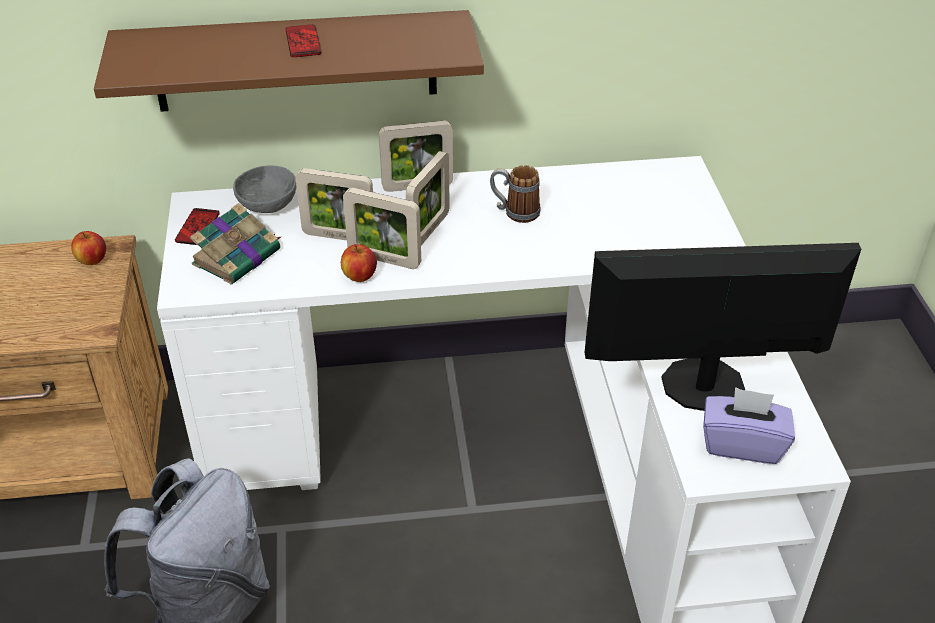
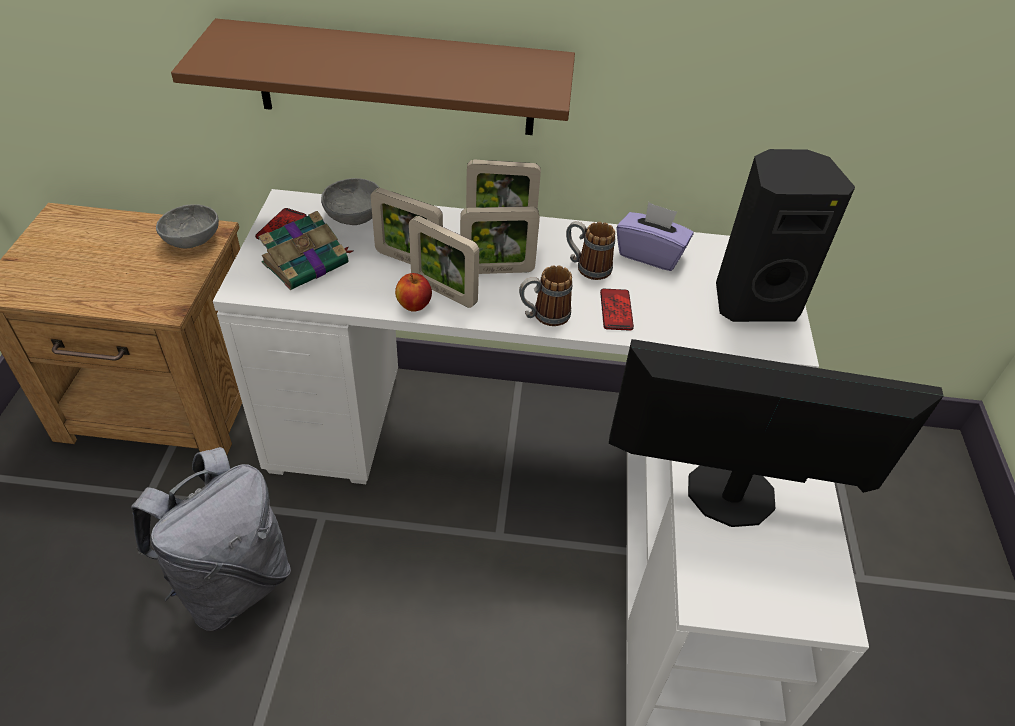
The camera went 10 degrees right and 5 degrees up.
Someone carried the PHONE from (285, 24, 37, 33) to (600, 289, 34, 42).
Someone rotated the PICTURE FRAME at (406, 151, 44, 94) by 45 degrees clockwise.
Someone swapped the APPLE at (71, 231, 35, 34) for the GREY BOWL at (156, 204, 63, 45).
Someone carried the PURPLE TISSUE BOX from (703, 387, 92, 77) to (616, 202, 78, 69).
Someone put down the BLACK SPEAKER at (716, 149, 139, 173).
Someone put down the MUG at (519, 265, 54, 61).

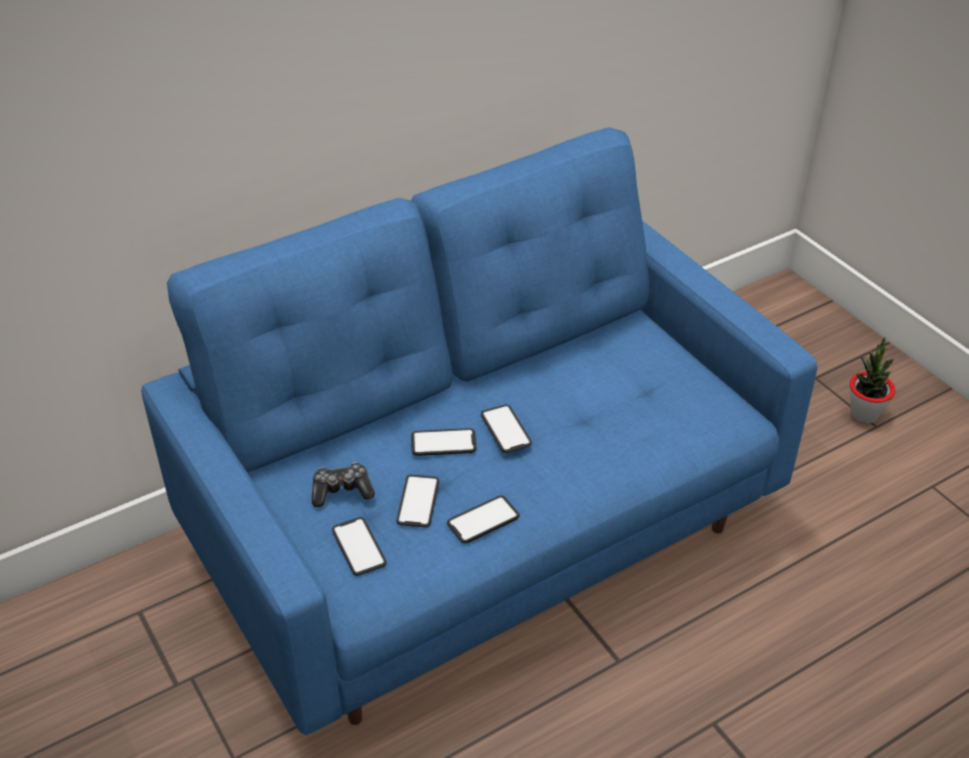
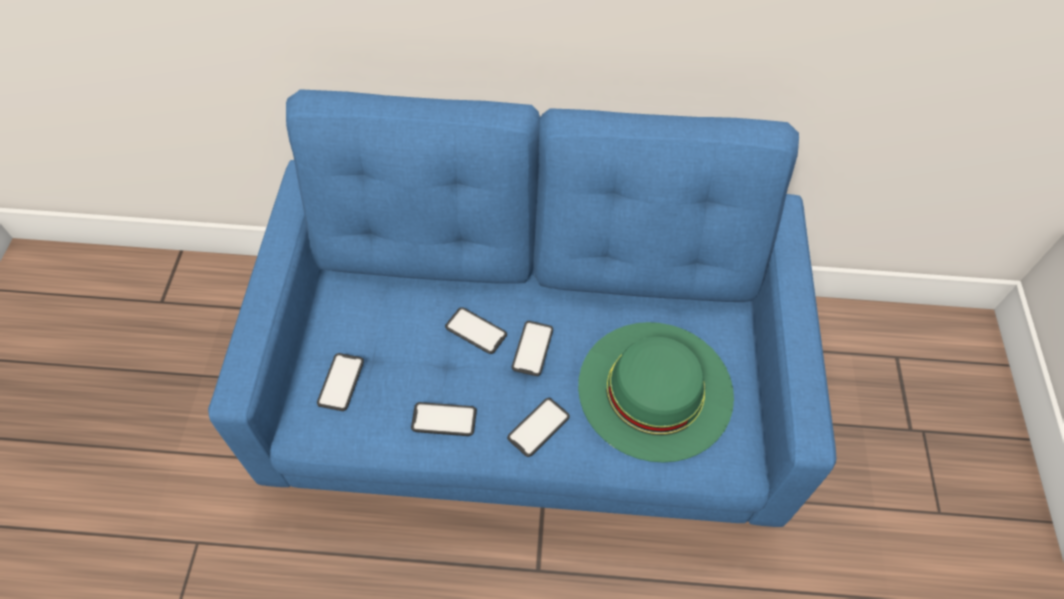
The camera went 35 degrees right and 15 degrees up.
Someone took away the POTTED PLANT at (850, 337, 45, 86).
Someone took away the GAME CONTROLLER at (312, 462, 63, 45).
Someone carried the PHONE from (396, 474, 43, 54) to (507, 398, 63, 59).
Someone put down the GREEN HAT at (578, 322, 156, 140).

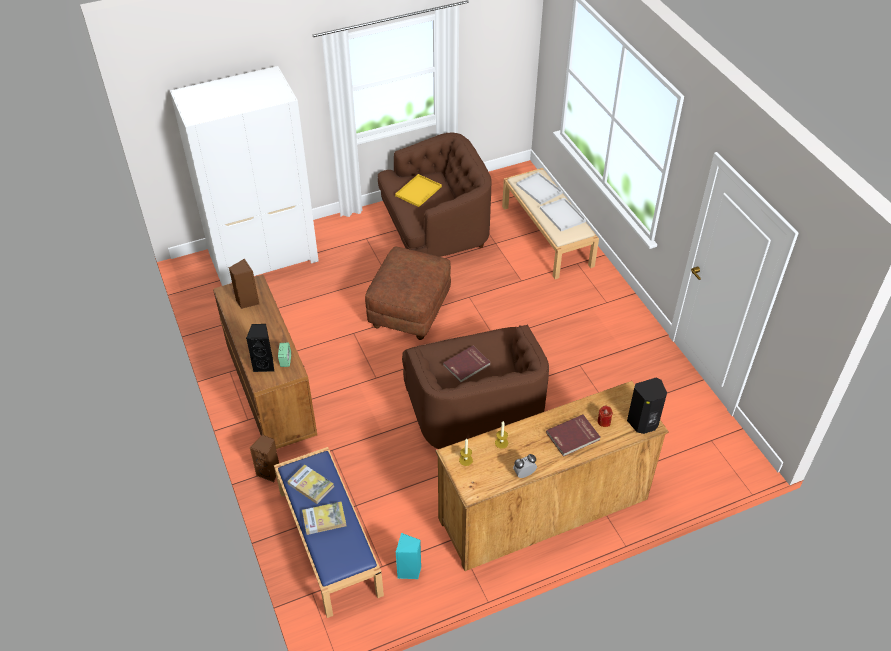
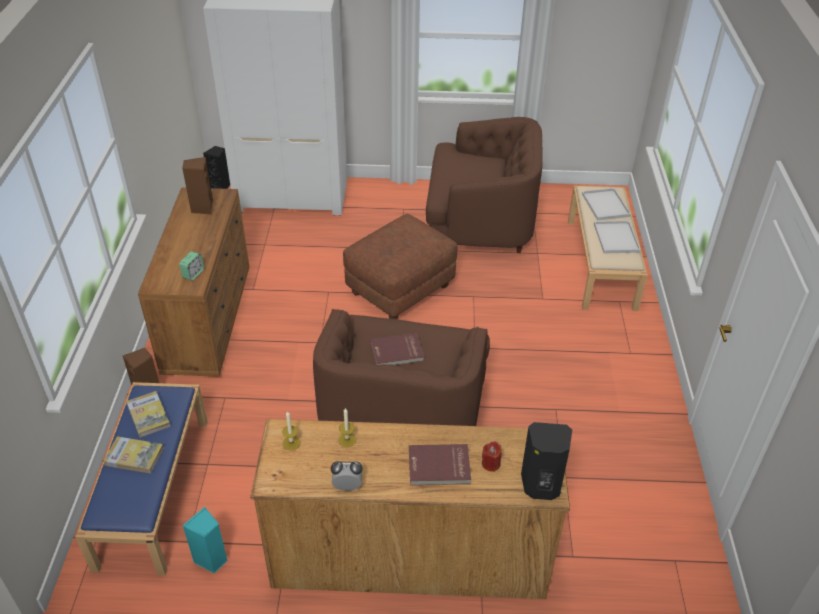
The camera went 25 degrees right and 5 degrees down.
Someone took away the YELLOW TRAY at (395, 174, 47, 33).
Someone carried the BLACK SPEAKER from (246, 324, 28, 48) to (203, 146, 27, 43).

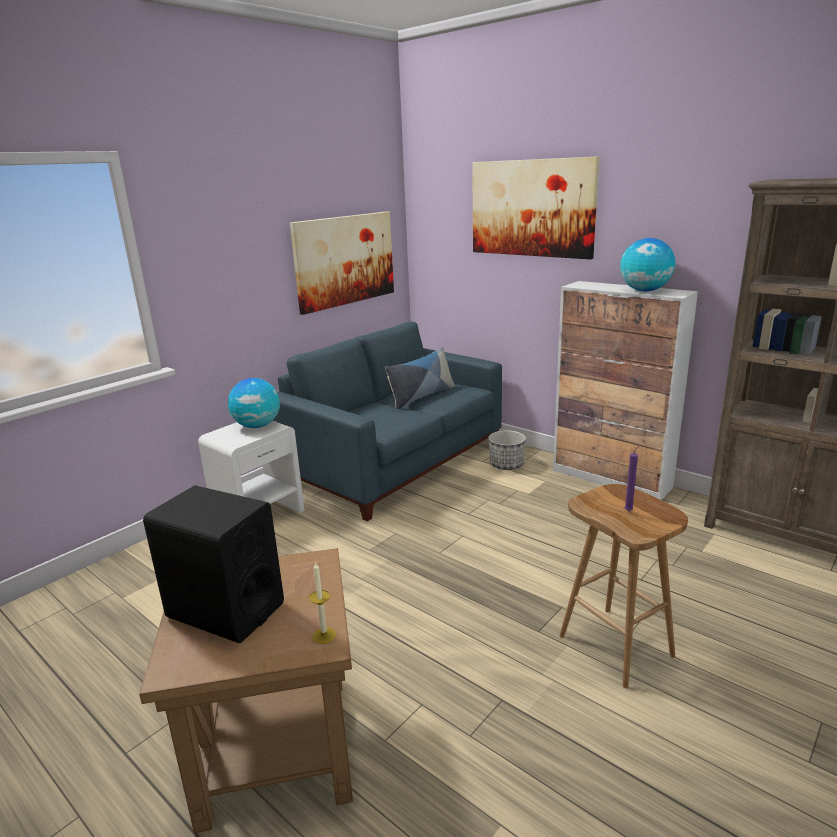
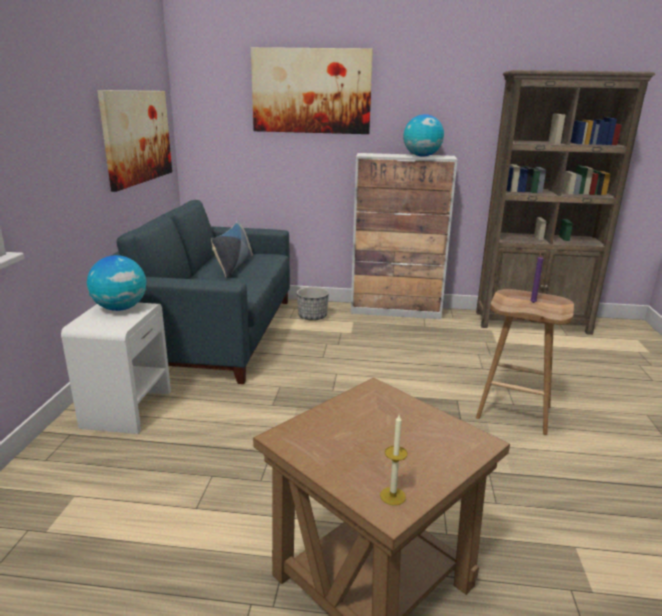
The camera went 35 degrees left and 0 degrees up.
Someone took away the BLACK SPEAKER at (143, 486, 141, 157).
Someone carried the CANDLE from (309, 563, 27, 81) to (380, 415, 28, 90).

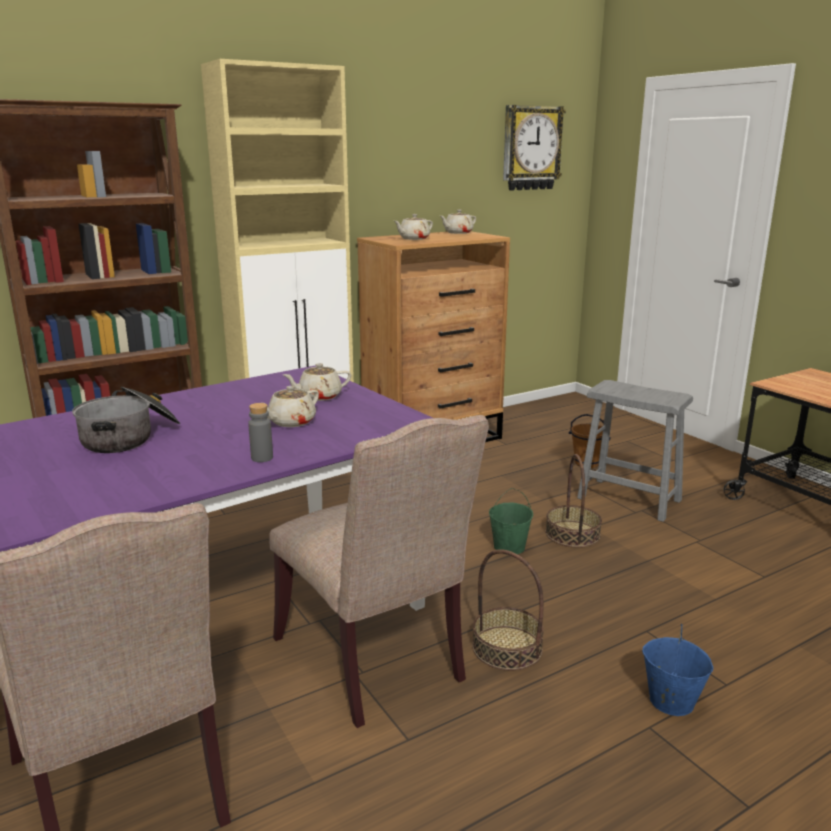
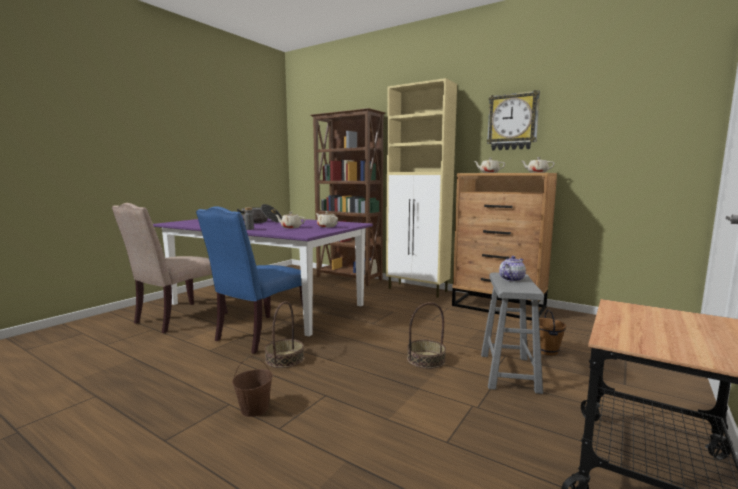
The camera went 65 degrees right and 10 degrees down.
Someone carried the WALL CLOCK from (503, 105, 63, 85) to (487, 90, 53, 60).
Someone repainted the BEIGE CHAIR at (269, 415, 220, 313), which became the BLUE CHAIR at (196, 206, 117, 148).
Someone took away the GREEN BUCKET at (489, 488, 44, 67).
Someone repainted the BLUE BUCKET at (642, 623, 71, 93), which became the BROWN BUCKET at (232, 356, 41, 61).
Someone put down the TEAPOT at (499, 256, 27, 26).

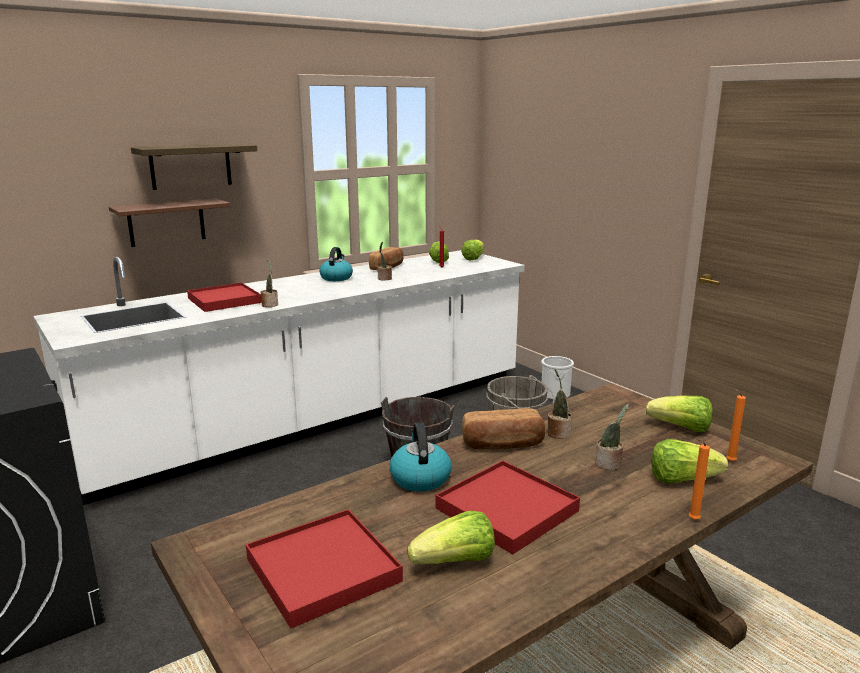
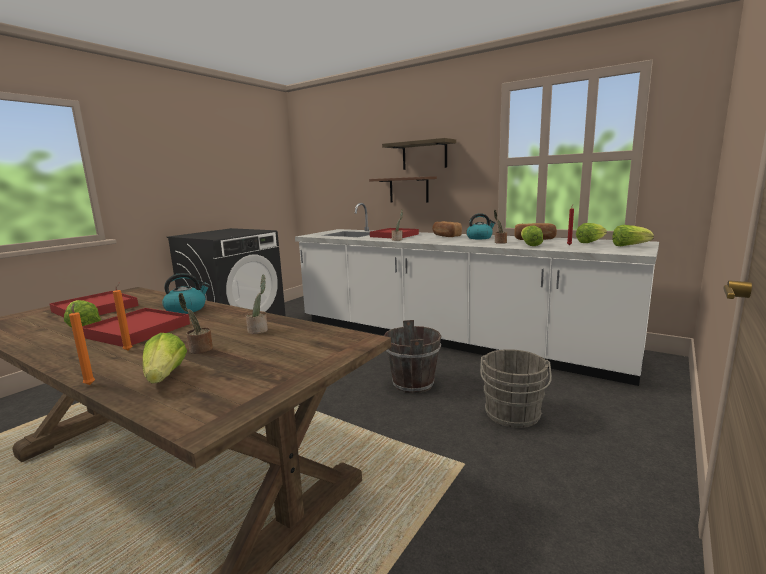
The camera went 70 degrees right and 5 degrees down.
Someone took away the BUCKET at (541, 356, 33, 44).
Someone carried the ORANGE CANDLE from (726, 388, 20, 74) to (113, 282, 20, 69).
Someone carried the LETTUCE from (646, 395, 67, 37) to (521, 225, 22, 21).
Someone carried the BREAD from (462, 408, 84, 42) to (432, 221, 30, 16).

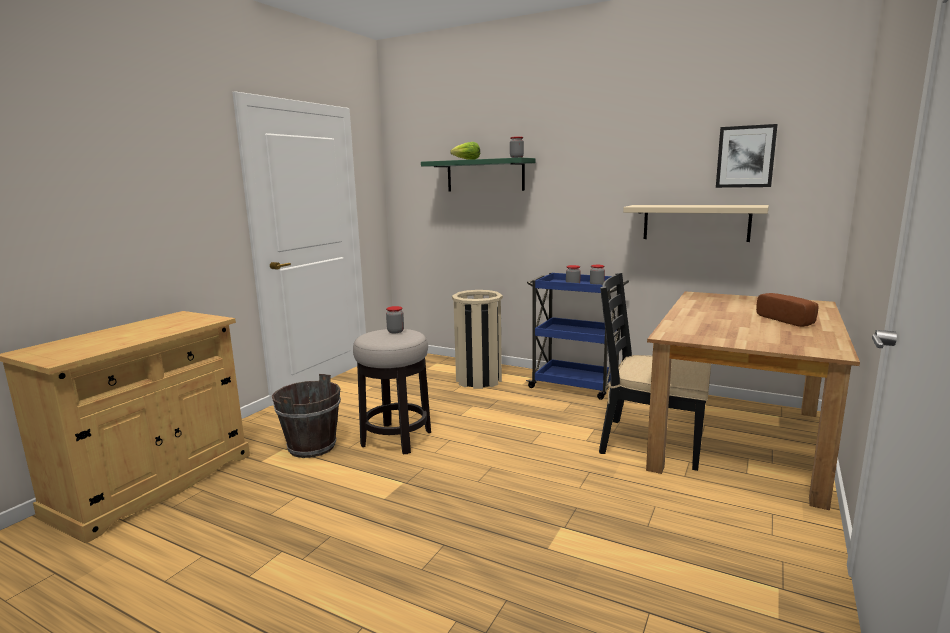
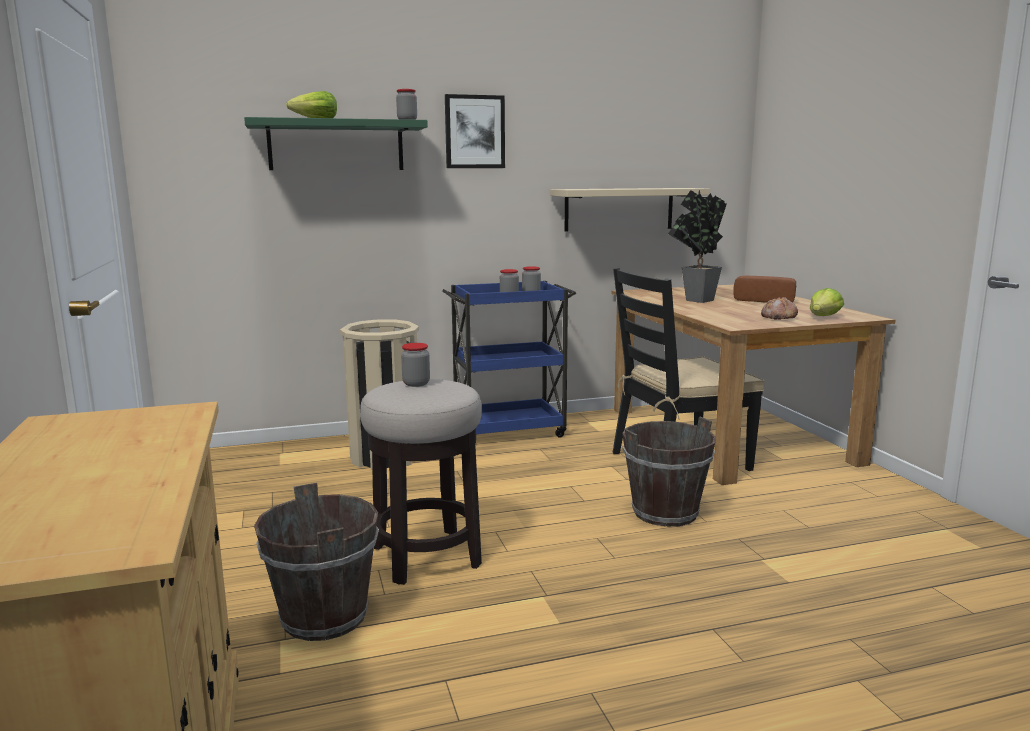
The camera went 45 degrees left and 0 degrees up.
Someone carried the PICTURE from (716, 124, 62, 64) to (445, 94, 60, 74).
Someone put down the POTTED PLANT at (668, 190, 59, 113).
Someone put down the LETTUCE at (810, 288, 34, 28).
Someone put down the BREAD at (761, 297, 37, 23).
Someone put down the BROWN BUCKET at (622, 416, 95, 111).

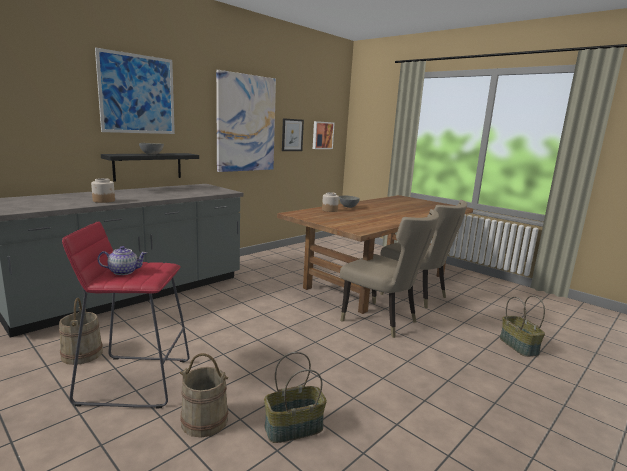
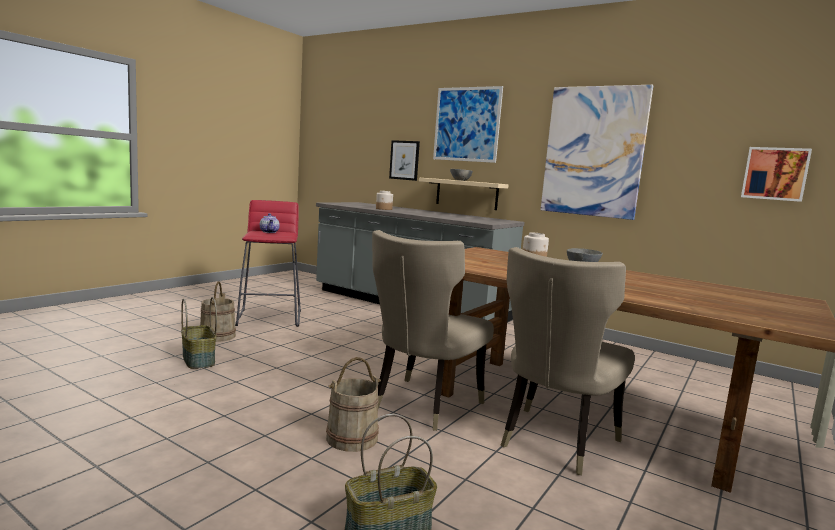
The camera went 80 degrees right and 5 degrees down.
Someone carried the PICTURE from (282, 118, 22, 33) to (389, 140, 31, 41).
Someone repainted the BLACK SHELF at (101, 153, 98, 29), which became the BEIGE SHELF at (419, 178, 90, 32).
Someone carried the BEIGE BUCKET from (59, 298, 44, 67) to (326, 357, 55, 95).

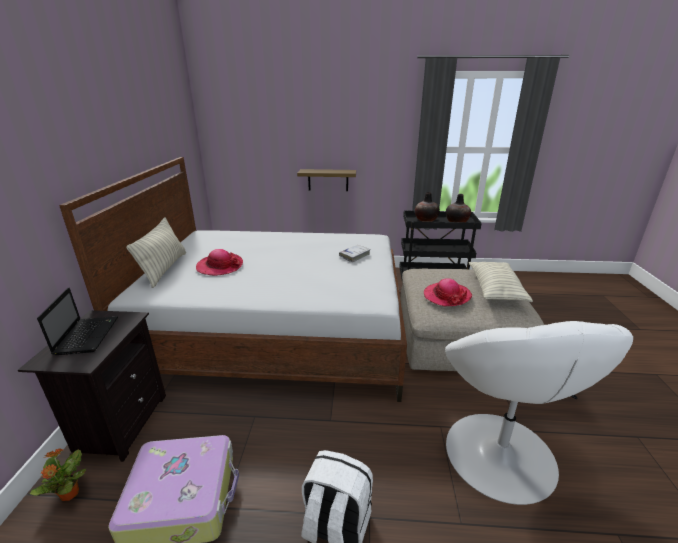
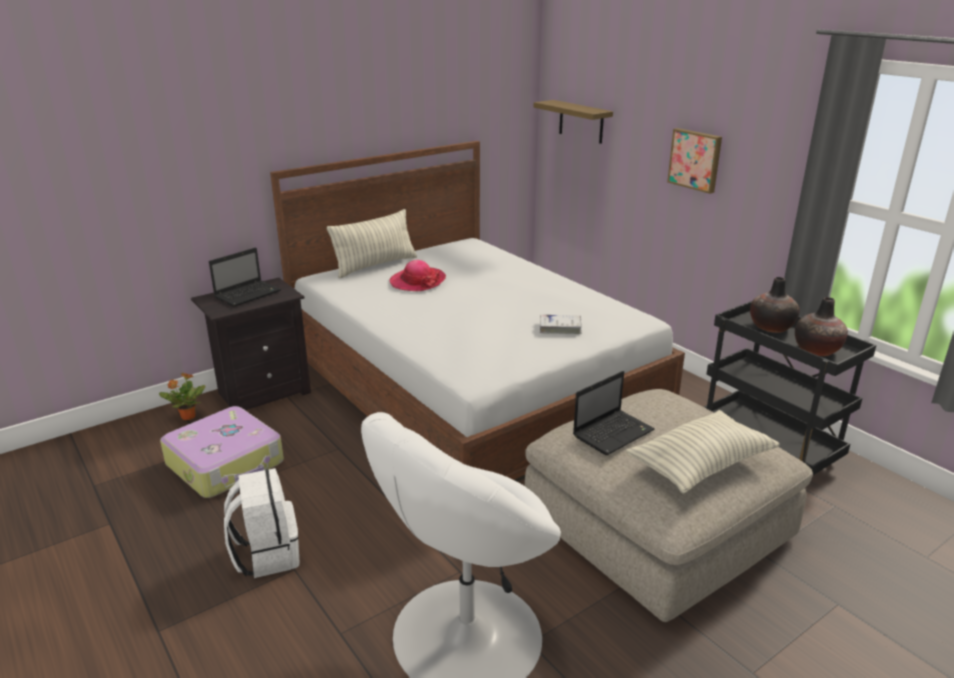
The camera went 50 degrees right and 0 degrees up.
Someone carried the SHELF from (297, 169, 59, 22) to (534, 100, 79, 44).
Someone swapped the HAT at (424, 278, 48, 28) for the LAPTOP at (573, 371, 82, 84).
Someone put up the PICTURE at (667, 128, 55, 66).

